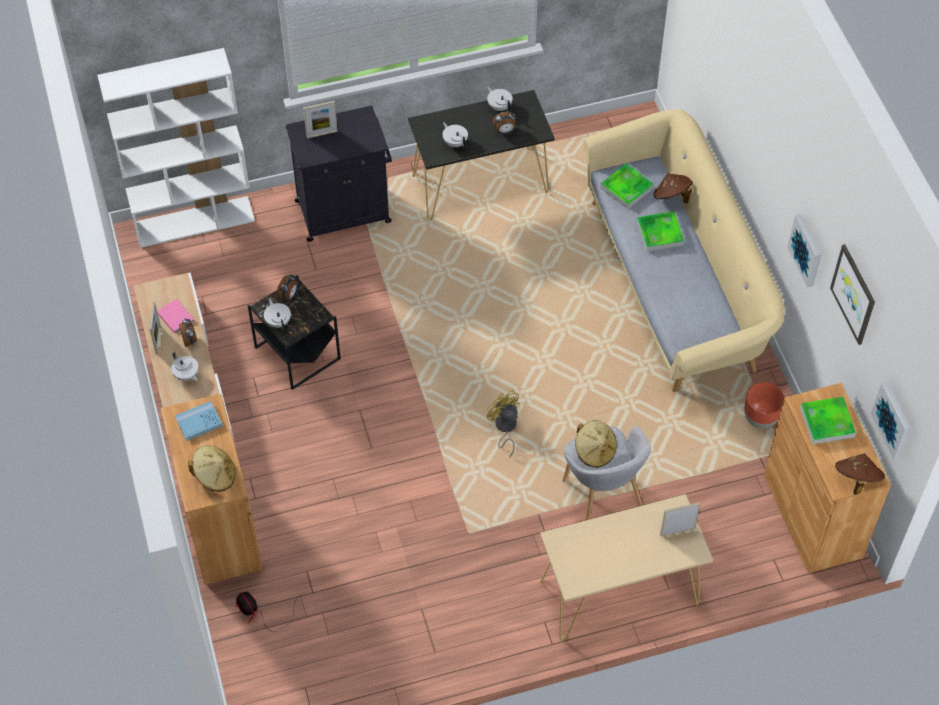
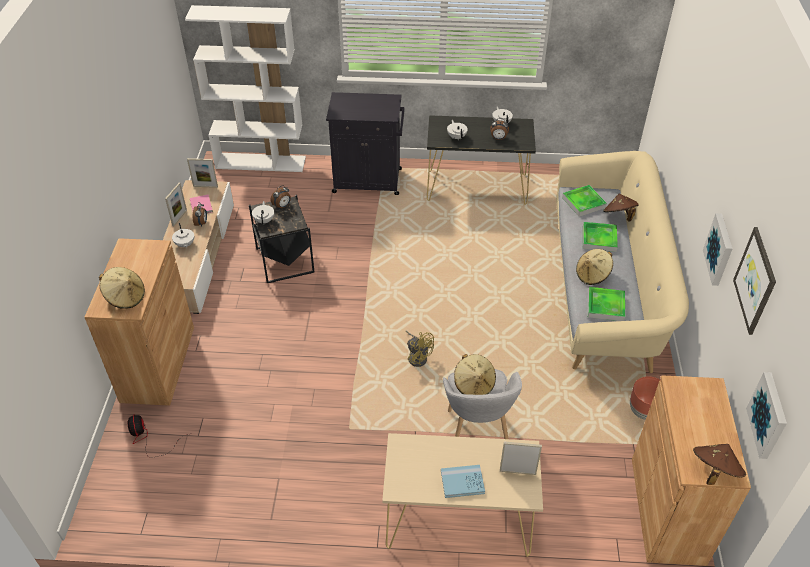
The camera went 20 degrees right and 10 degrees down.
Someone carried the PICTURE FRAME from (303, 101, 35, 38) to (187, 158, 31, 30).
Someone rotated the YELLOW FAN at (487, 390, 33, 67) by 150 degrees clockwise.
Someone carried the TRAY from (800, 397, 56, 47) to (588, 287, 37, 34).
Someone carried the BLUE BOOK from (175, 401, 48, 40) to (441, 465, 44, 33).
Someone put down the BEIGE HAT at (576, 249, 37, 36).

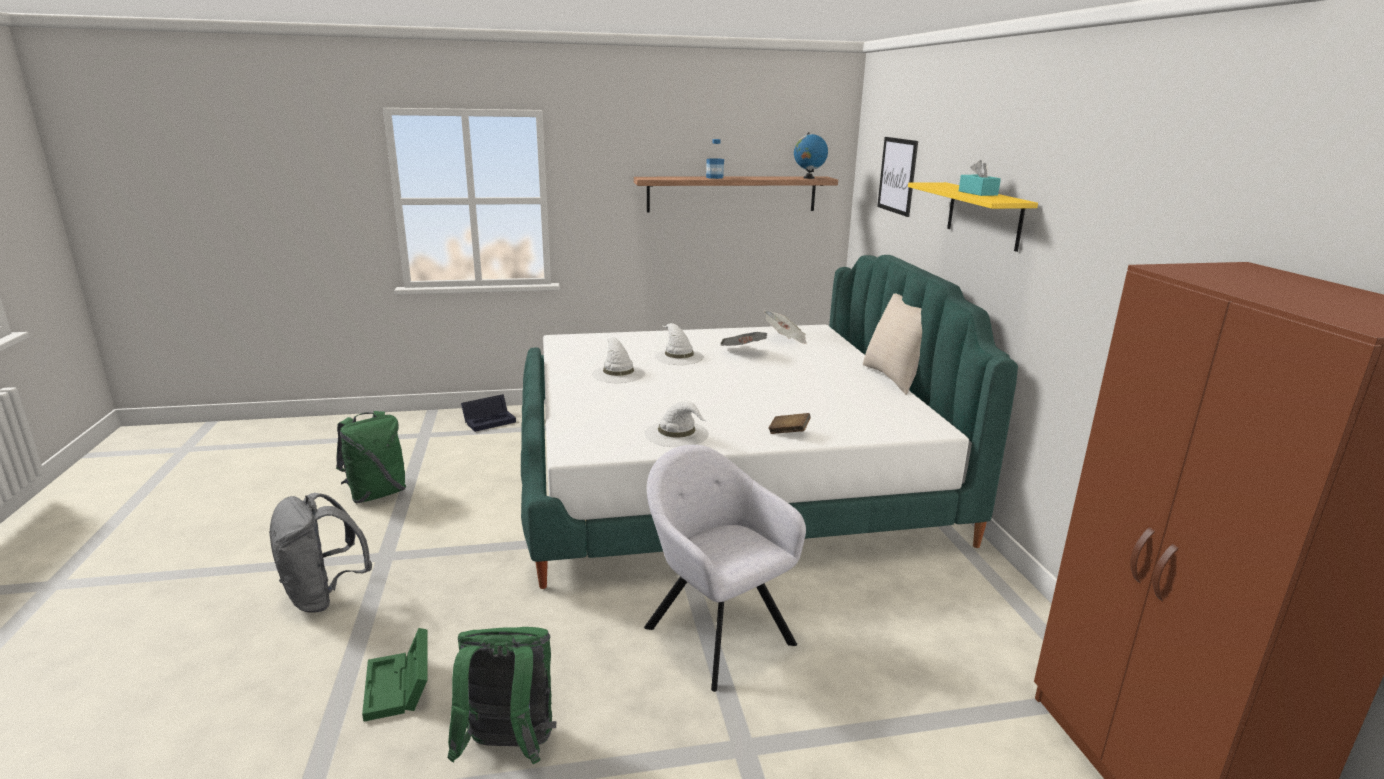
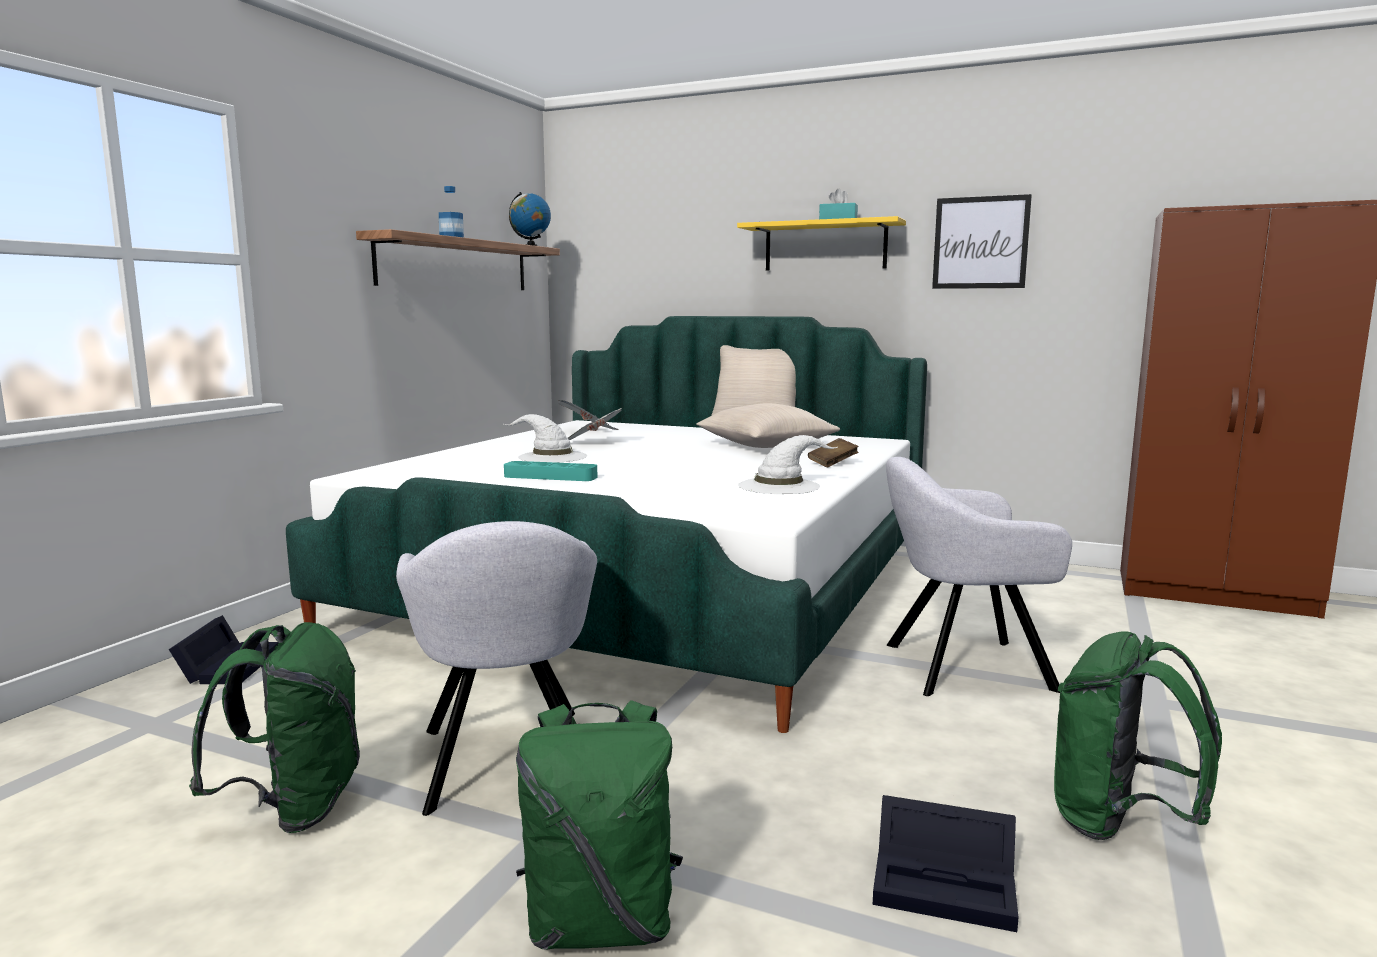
The camera went 55 degrees left and 10 degrees down.
Someone carried the PICTURE from (877, 137, 41, 80) to (932, 194, 100, 95).
Someone swapped the WHITE HAT at (592, 337, 53, 46) for the TURQUOISE TRAY at (504, 461, 93, 20).
Someone repainted the GREY BACKPACK at (269, 493, 103, 120), which became the GREEN BACKPACK at (516, 700, 167, 250).
Someone repainted the GREEN STORAGE BOX at (362, 628, 65, 94), which became the BLACK STORAGE BOX at (873, 795, 146, 137).
Someone put down the BEIGE PILLOW at (696, 403, 144, 45).
Someone put down the GREY ARMCHAIR at (396, 521, 201, 295).

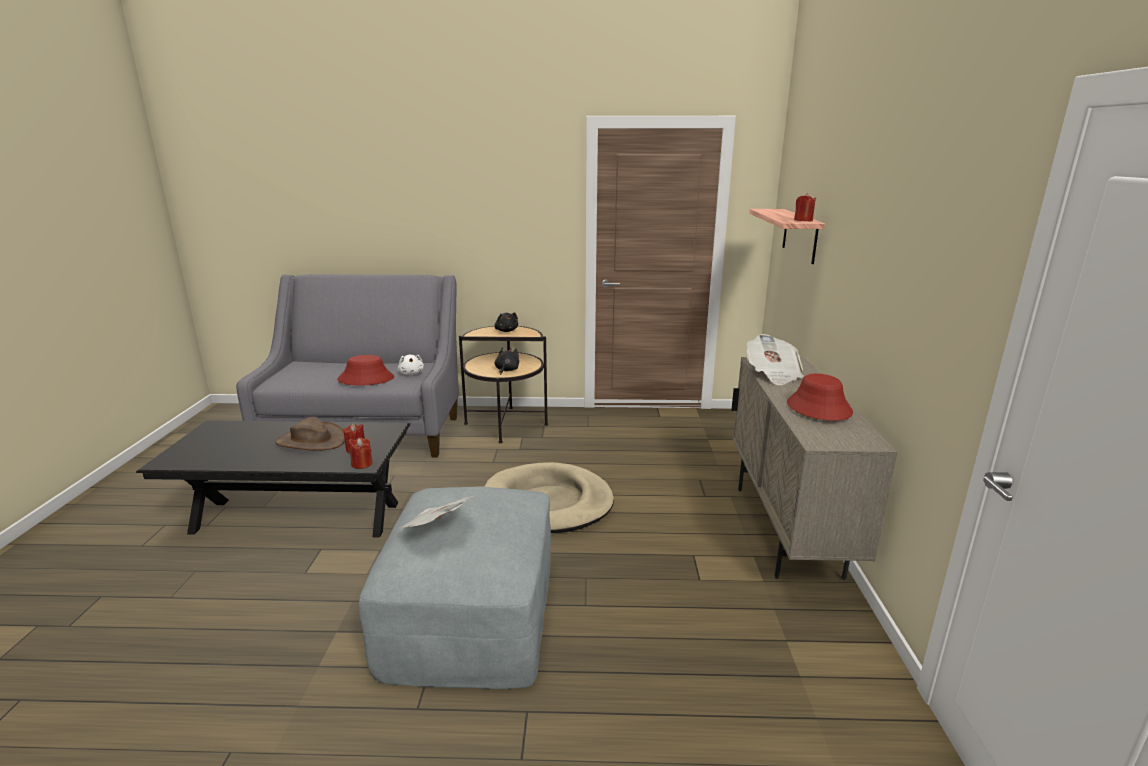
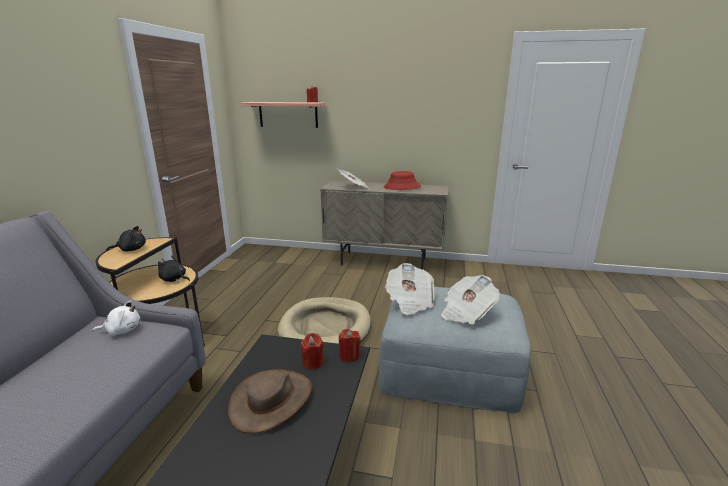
The camera went 80 degrees left and 0 degrees up.
Someone took away the RED HAT at (337, 355, 57, 31).
Someone put down the NEWSPAPER at (385, 263, 50, 52).

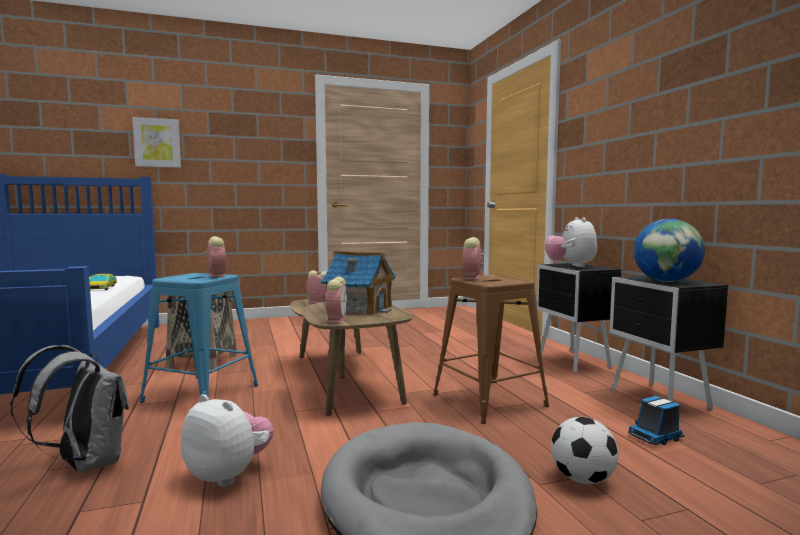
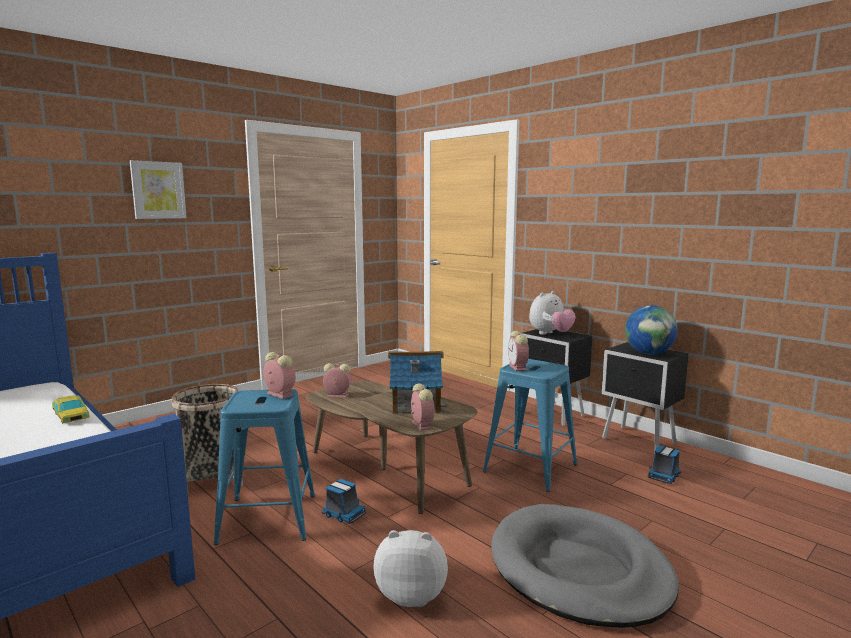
The camera went 25 degrees left and 5 degrees up.
Someone carried the PICTURE from (132, 117, 49, 51) to (130, 160, 57, 59).
Someone rotated the PLUSH TOY at (545, 217, 52, 50) by 105 degrees counterclockwise.
Someone repainted the BROWN STOOL at (433, 275, 116, 149), which became the BLUE STOOL at (483, 359, 94, 133).
Someone took away the GREY BACKPACK at (11, 345, 118, 128).
Someone took away the FOOTBALL at (551, 417, 68, 67).
Someone put down the TOY TRUCK at (321, 479, 45, 45).

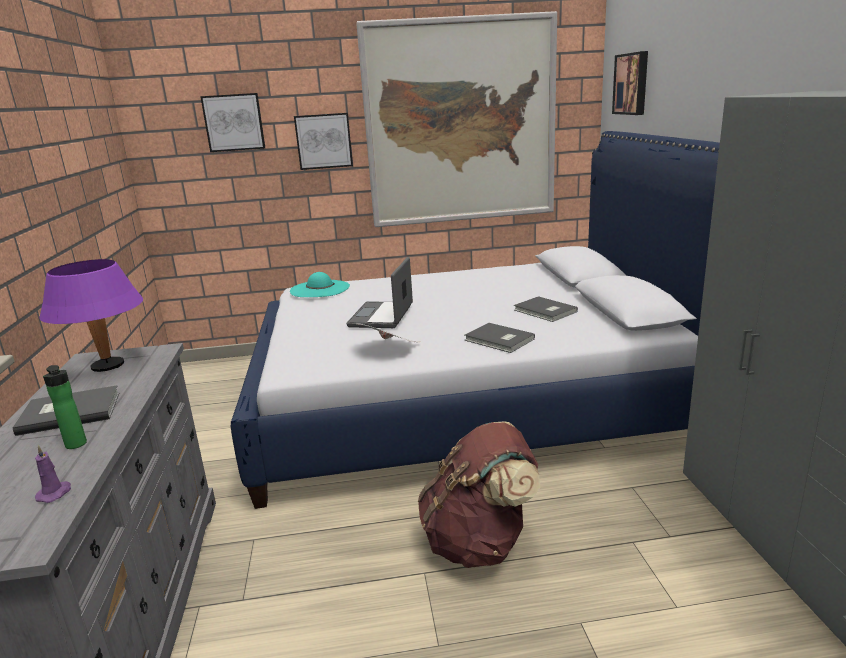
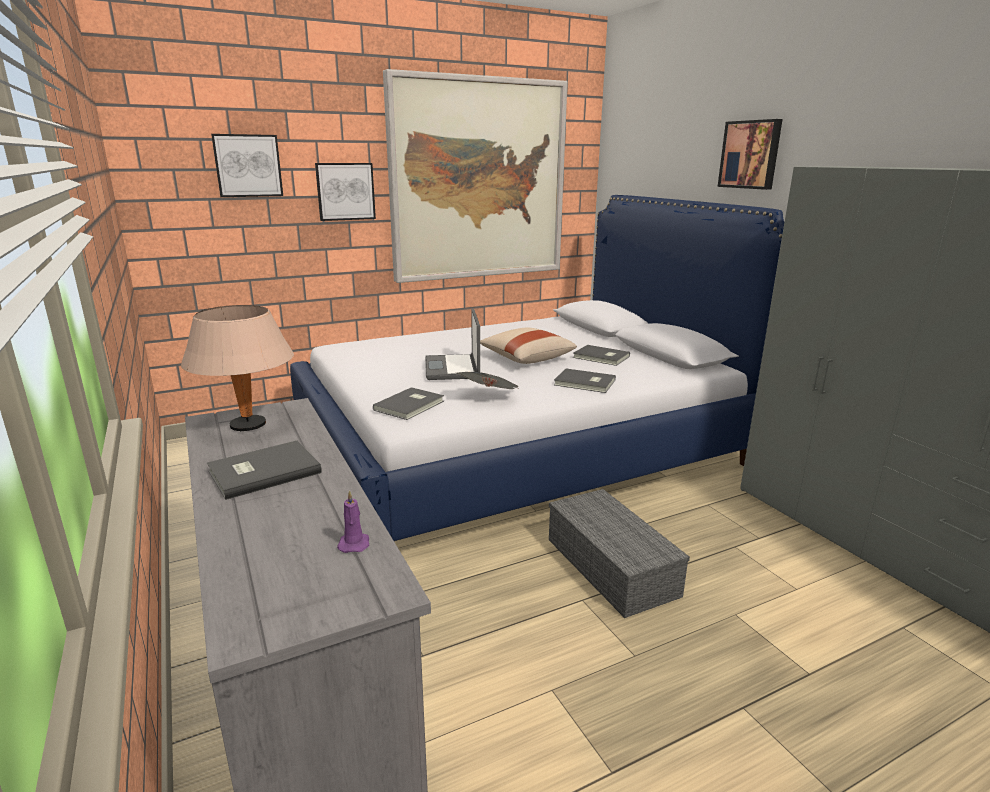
The camera went 20 degrees left and 0 degrees up.
Someone carried the PICTURE from (612, 51, 36, 64) to (718, 119, 65, 71).
Someone repainted the PURPLE TABLE LAMP at (39, 259, 104, 113), which became the BEIGE TABLE LAMP at (181, 305, 113, 126).
Someone took away the TURQUOISE HAT at (290, 272, 60, 25).
Someone took away the BOTTLE at (43, 365, 44, 84).
Someone swapped the BROWN BACKPACK at (418, 421, 123, 147) for the GREY STORAGE BOX at (549, 489, 141, 129).
Someone put down the BEIGE PILLOW at (480, 328, 97, 36).
Someone put down the GREY BOOK at (373, 387, 71, 33).

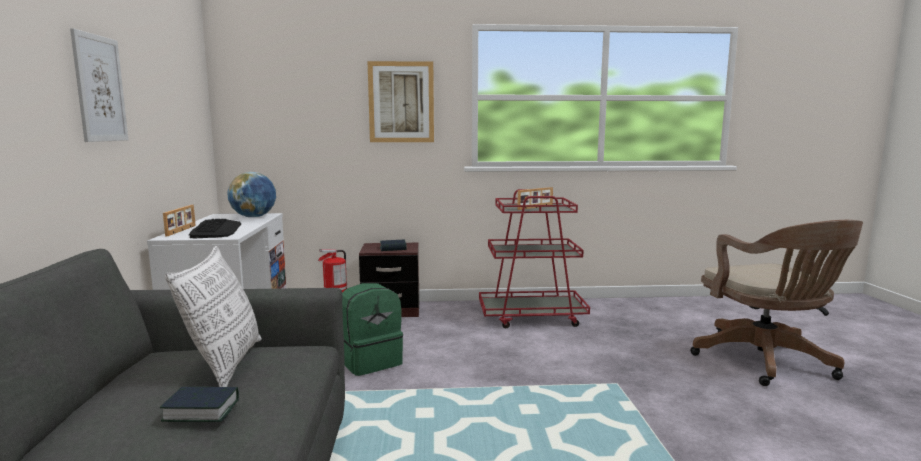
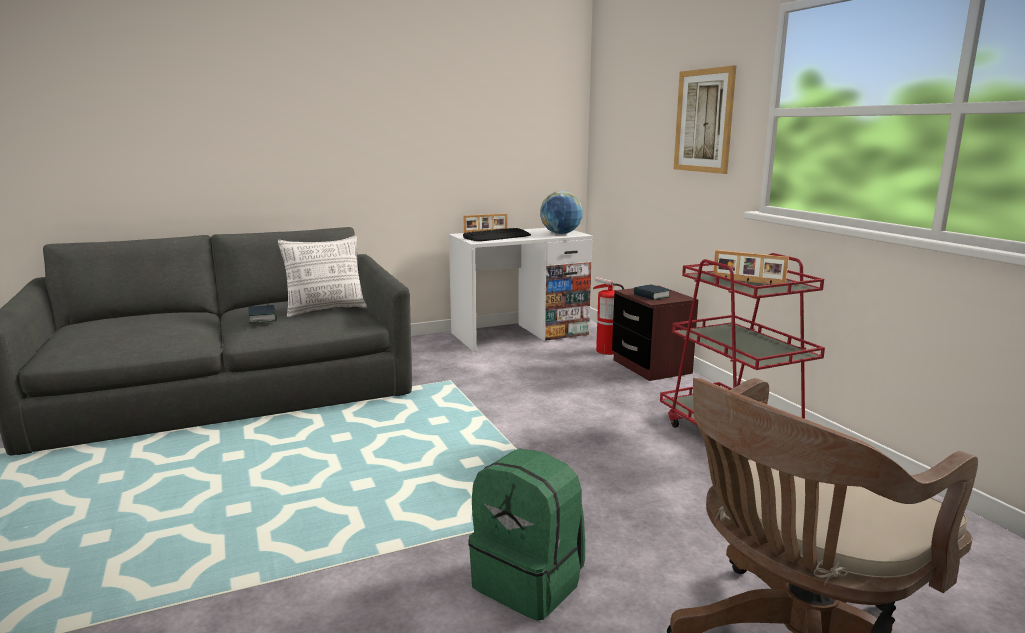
The camera went 70 degrees right and 5 degrees up.
Someone took away the PICTURE at (70, 28, 59, 114).
Someone carried the GREEN BACKPACK from (342, 283, 61, 93) to (468, 448, 117, 173).

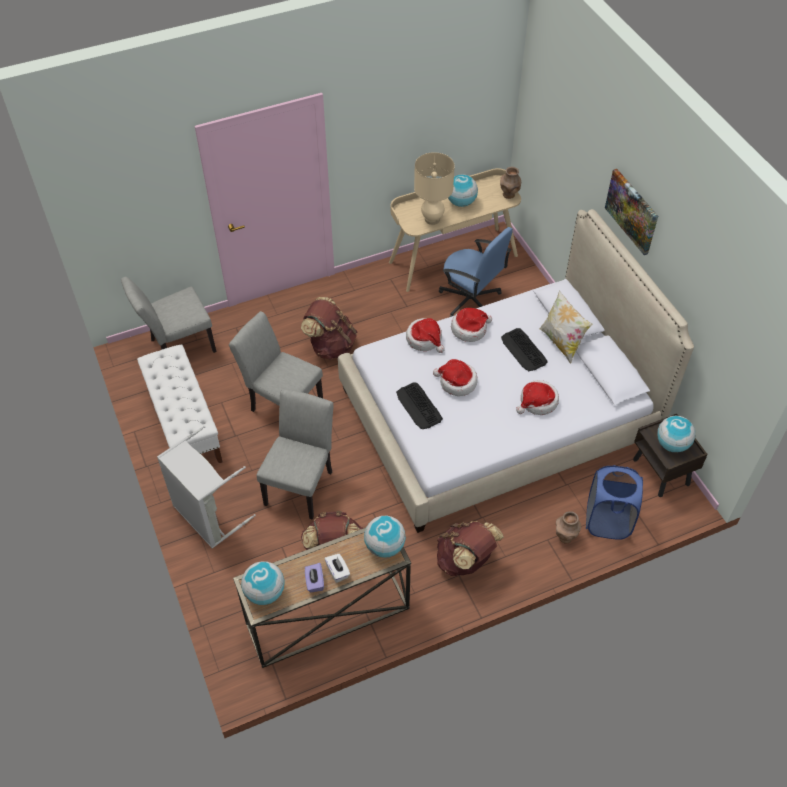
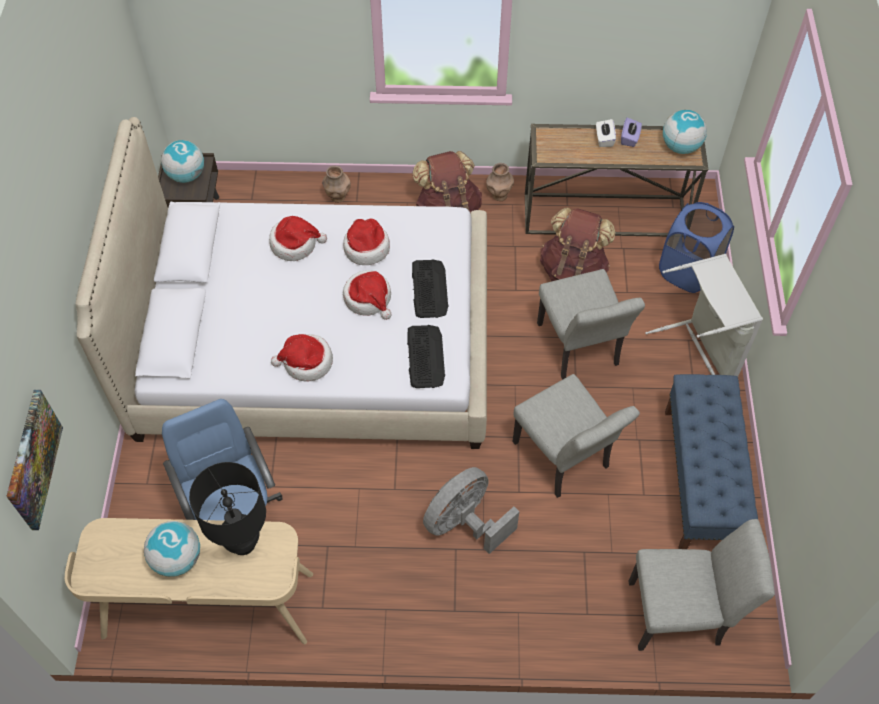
The camera went 155 degrees left and 5 degrees up.
Someone repainted the BEIGE TABLE LAMP at (414, 152, 41, 73), which became the BLACK TABLE LAMP at (189, 462, 77, 93).
Someone carried the BROWN VASE from (500, 167, 21, 32) to (486, 163, 28, 38).
Someone carried the PICTURE from (605, 169, 53, 86) to (6, 390, 57, 140).
Someone took away the PILLOW at (540, 290, 52, 74).
Someone swapped the BROWN BACKPACK at (301, 297, 56, 63) for the GREY FAN at (423, 467, 97, 87).
Someone carried the HAT from (406, 318, 39, 35) to (343, 219, 47, 46).
Someone carried the KEYBOARD from (501, 328, 47, 43) to (407, 325, 38, 63).
Someone repainted the WHITE BENCH at (137, 344, 86, 119), which became the BLUE BENCH at (665, 374, 93, 175).
Someone rotated the GREY CHAIR at (257, 389, 77, 131) by 60 degrees counterclockwise.
Someone carried the BLUE LAUNDRY BASKET from (586, 465, 57, 75) to (659, 202, 75, 91).
Someone took away the GLOBE at (364, 515, 42, 43).

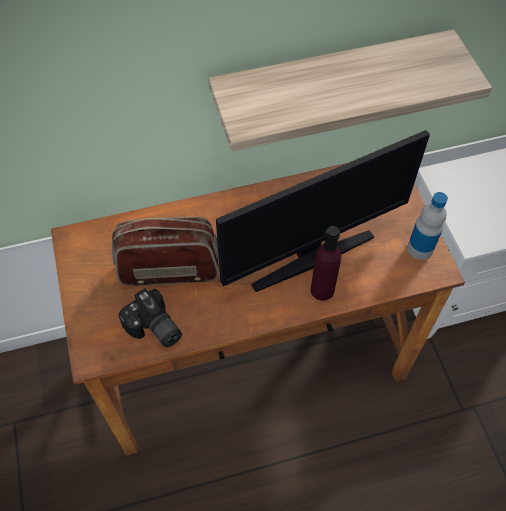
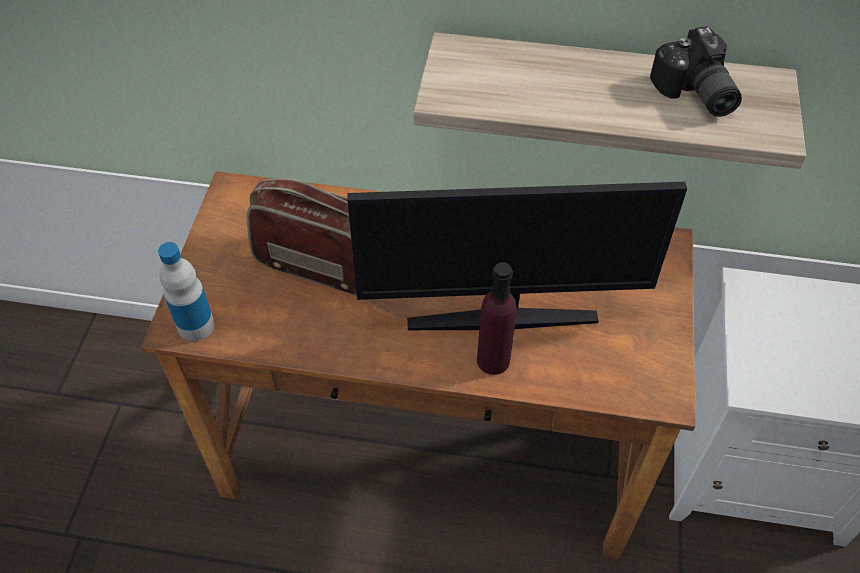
The camera went 25 degrees right and 5 degrees down.
Someone carried the BOTTLE from (407, 192, 41, 68) to (158, 242, 57, 99).
Someone carried the PHOTO CAMERA from (118, 288, 64, 59) to (650, 26, 92, 91).

